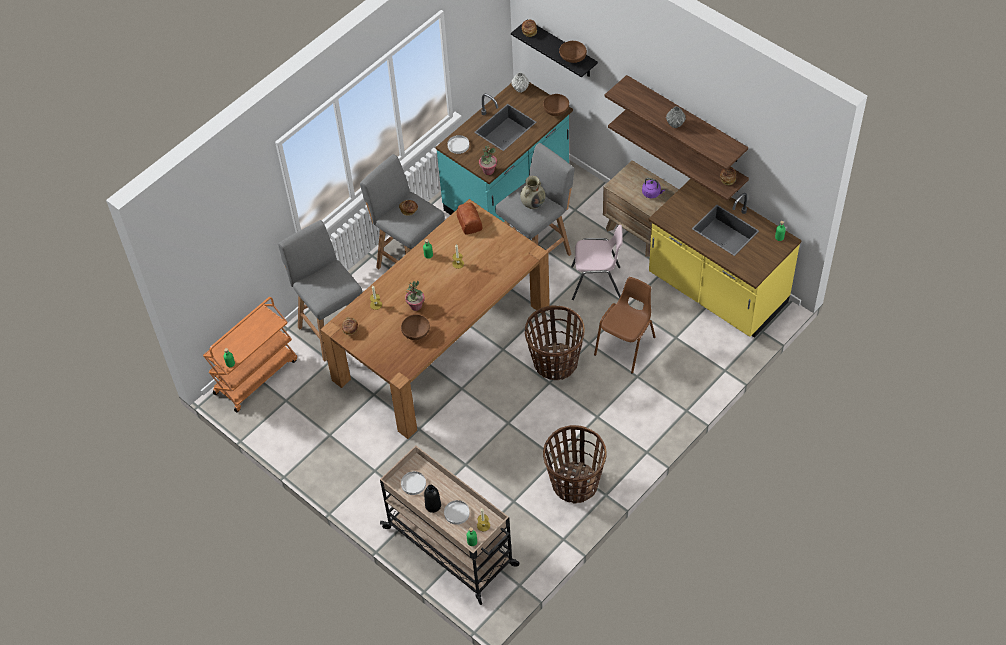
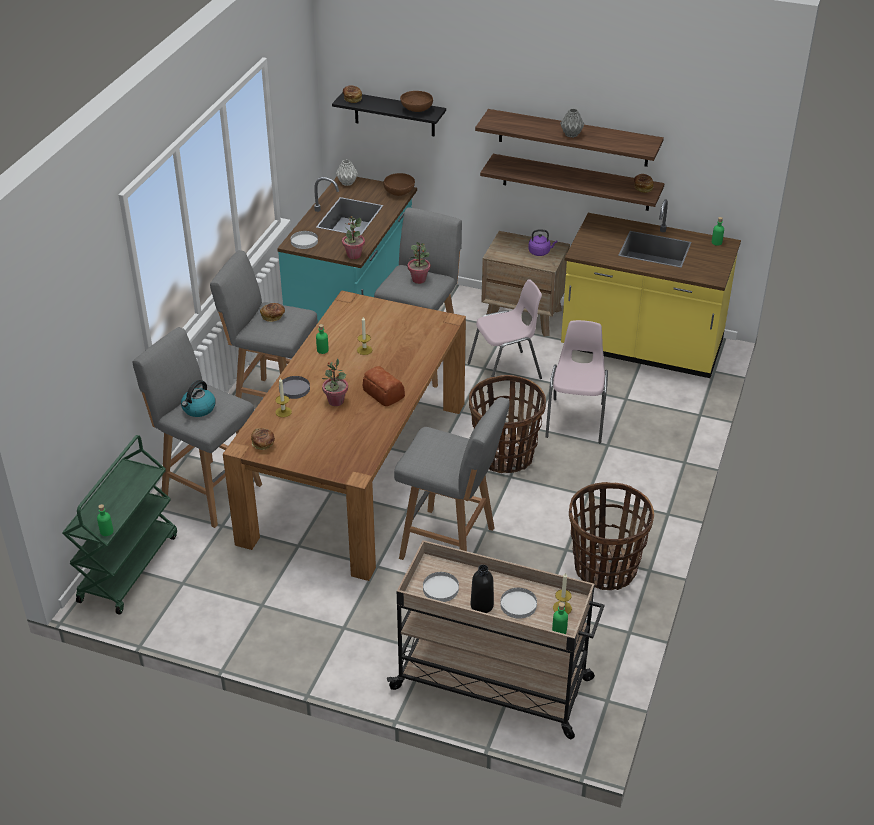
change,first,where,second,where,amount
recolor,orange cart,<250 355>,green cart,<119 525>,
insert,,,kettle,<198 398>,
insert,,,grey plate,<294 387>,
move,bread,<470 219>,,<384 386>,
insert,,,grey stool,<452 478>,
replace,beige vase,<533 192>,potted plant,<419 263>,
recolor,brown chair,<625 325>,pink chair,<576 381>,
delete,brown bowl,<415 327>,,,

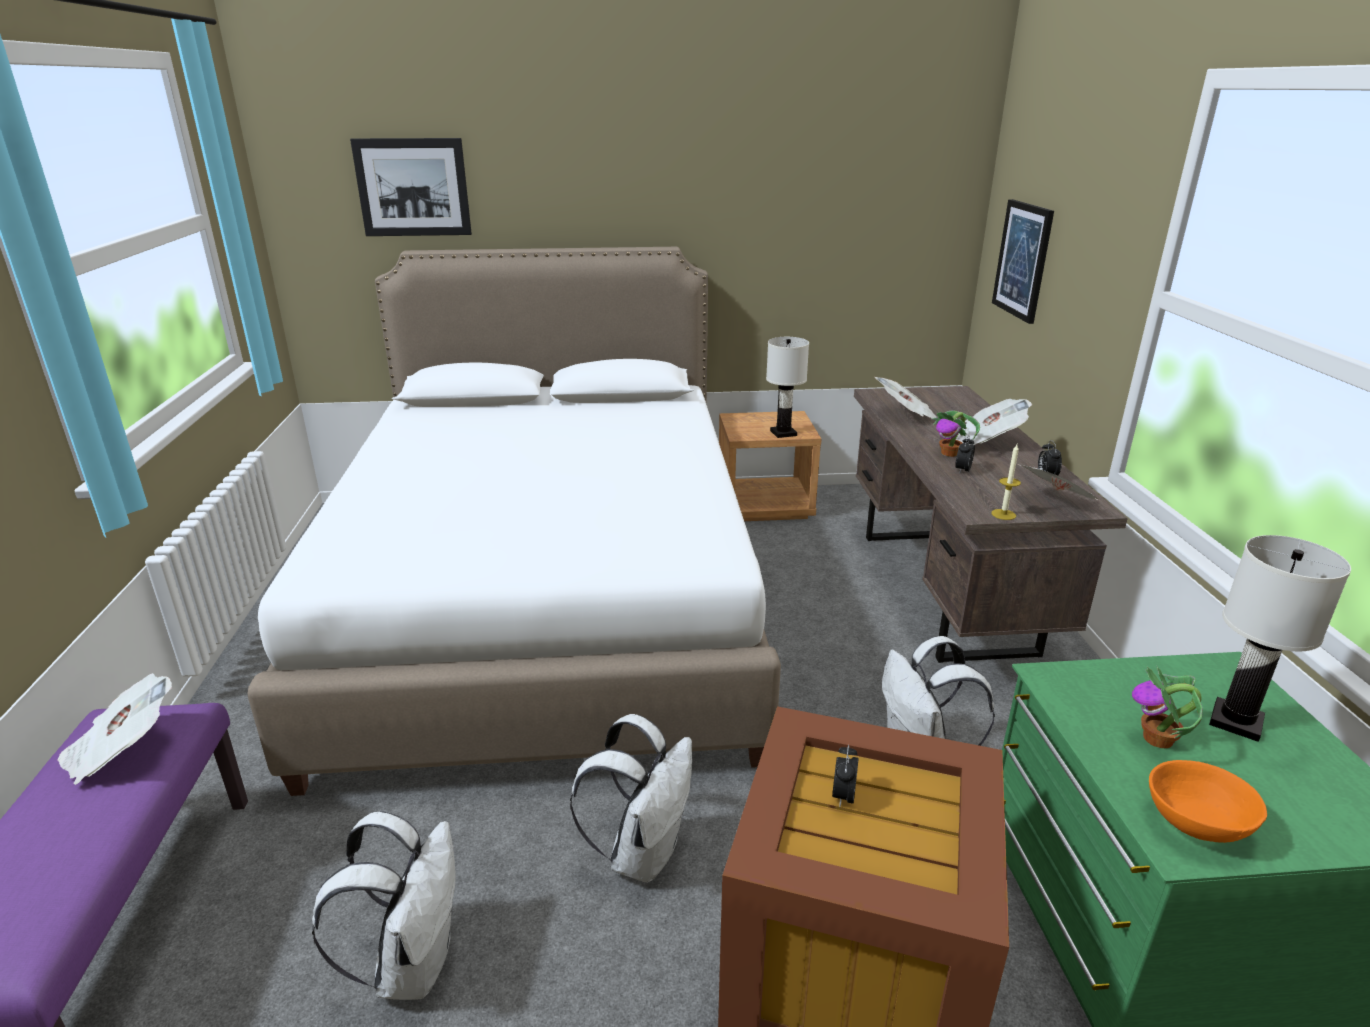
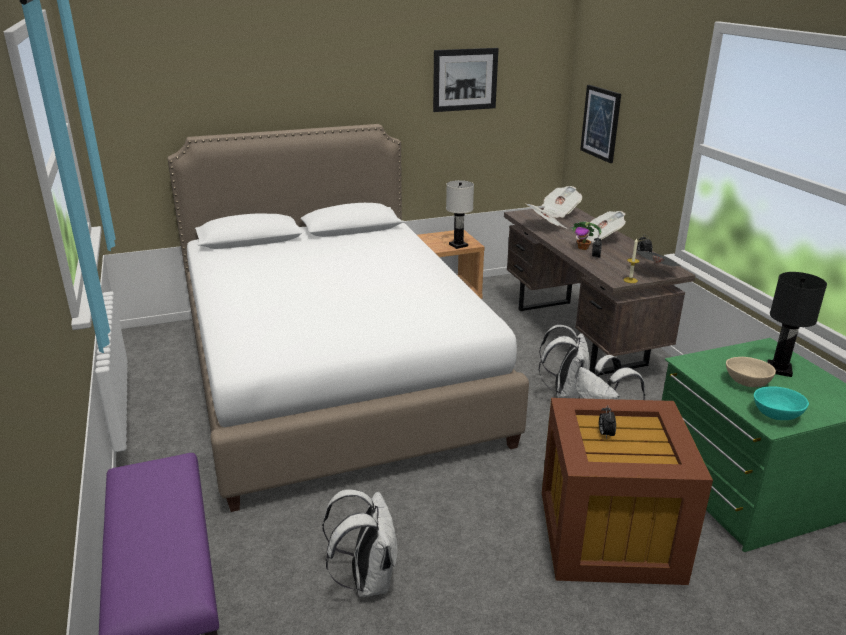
change,first,where,second,where,amount
move,picture,<411 187>,,<466 80>,
move,white backpack,<631 798>,,<564 361>,
move,newspaper,<114 729>,,<561 202>,
replace,potted plant,<1167 707>,beige bowl,<751 372>,
recolor,orange bowl,<1208 801>,turquoise bowl,<781 403>,
recolor,white table lamp,<1280 638>,black table lamp,<797 324>,

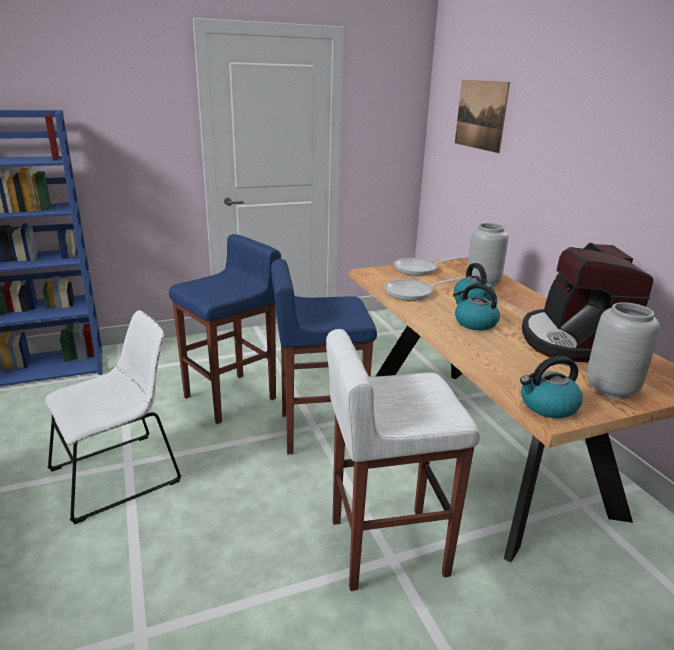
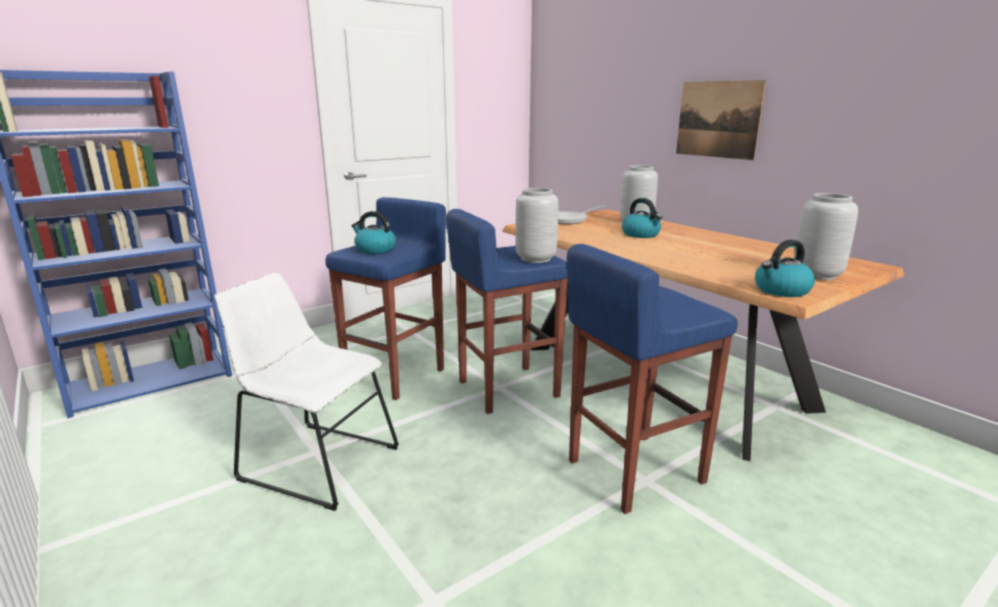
change,first,where,second,where,amount
rotate,white chair,<113 417>,,<307 391>,105 degrees counterclockwise
move,kettle,<476 306>,,<373 232>,
insert,,,grey vase,<536 225>,
recolor,white stool,<403 460>,blue stool,<652 379>,
move,picture,<482 116>,,<721 120>,
delete,frying pan,<422 289>,,,
delete,coffee machine,<587 302>,,,

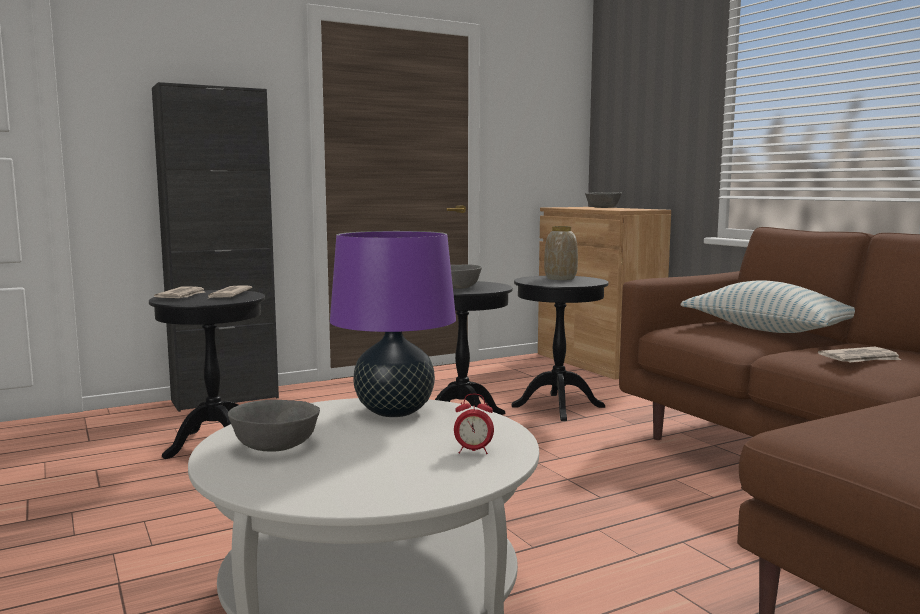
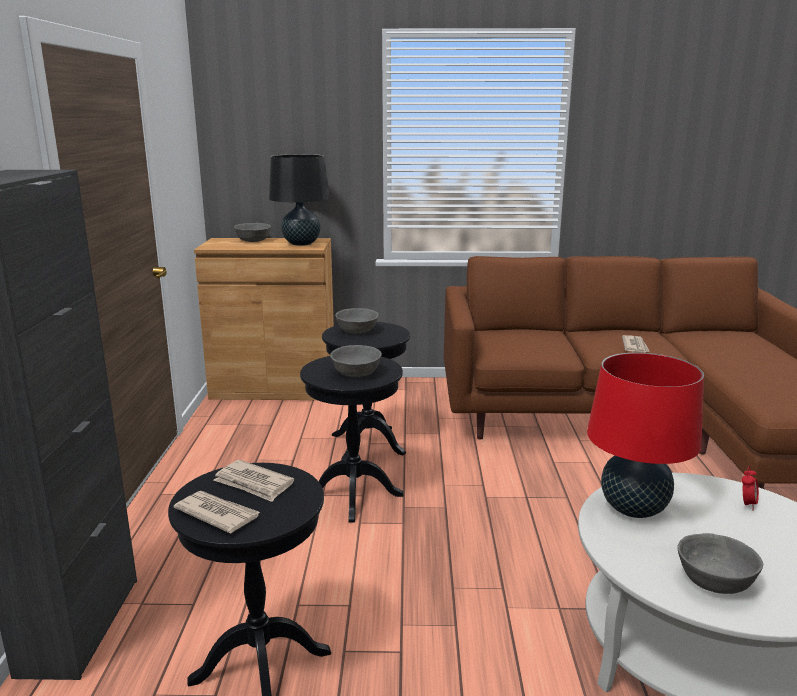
change,first,where,second,where,amount
insert,,,black table lamp,<299 200>,
replace,vase,<561 253>,grey bowl,<356 321>,
recolor,purple table lamp,<393 324>,red table lamp,<645 435>,
delete,pillow,<767 306>,,,

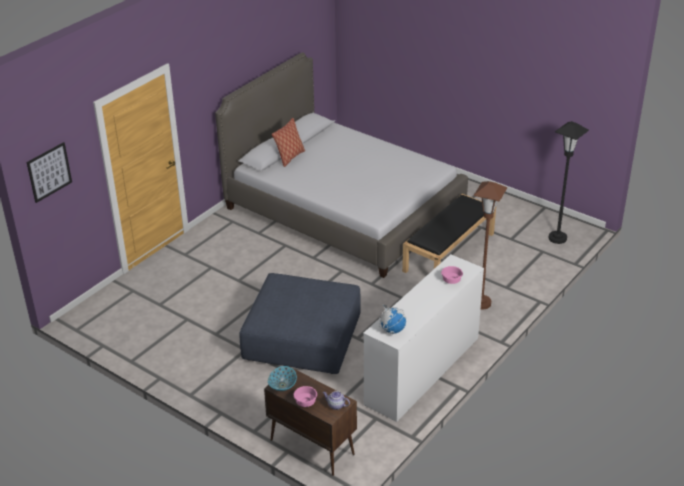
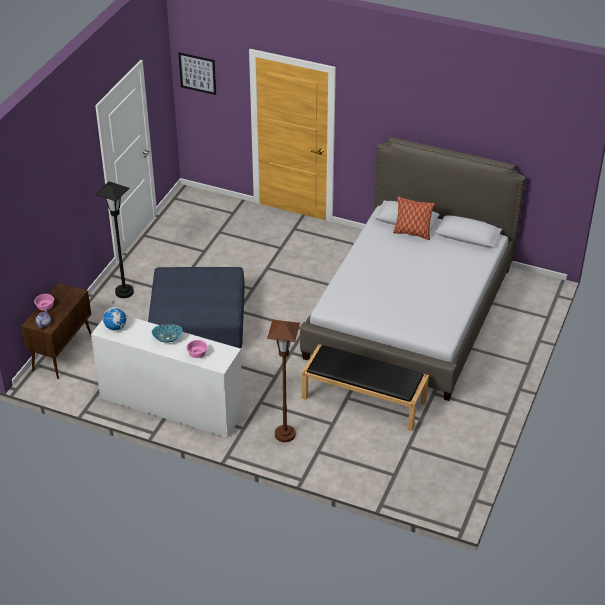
change,first,where,second,where,amount
move,black floor lamp,<569 182>,,<114 240>,
move,bowl,<282 378>,,<167 333>,

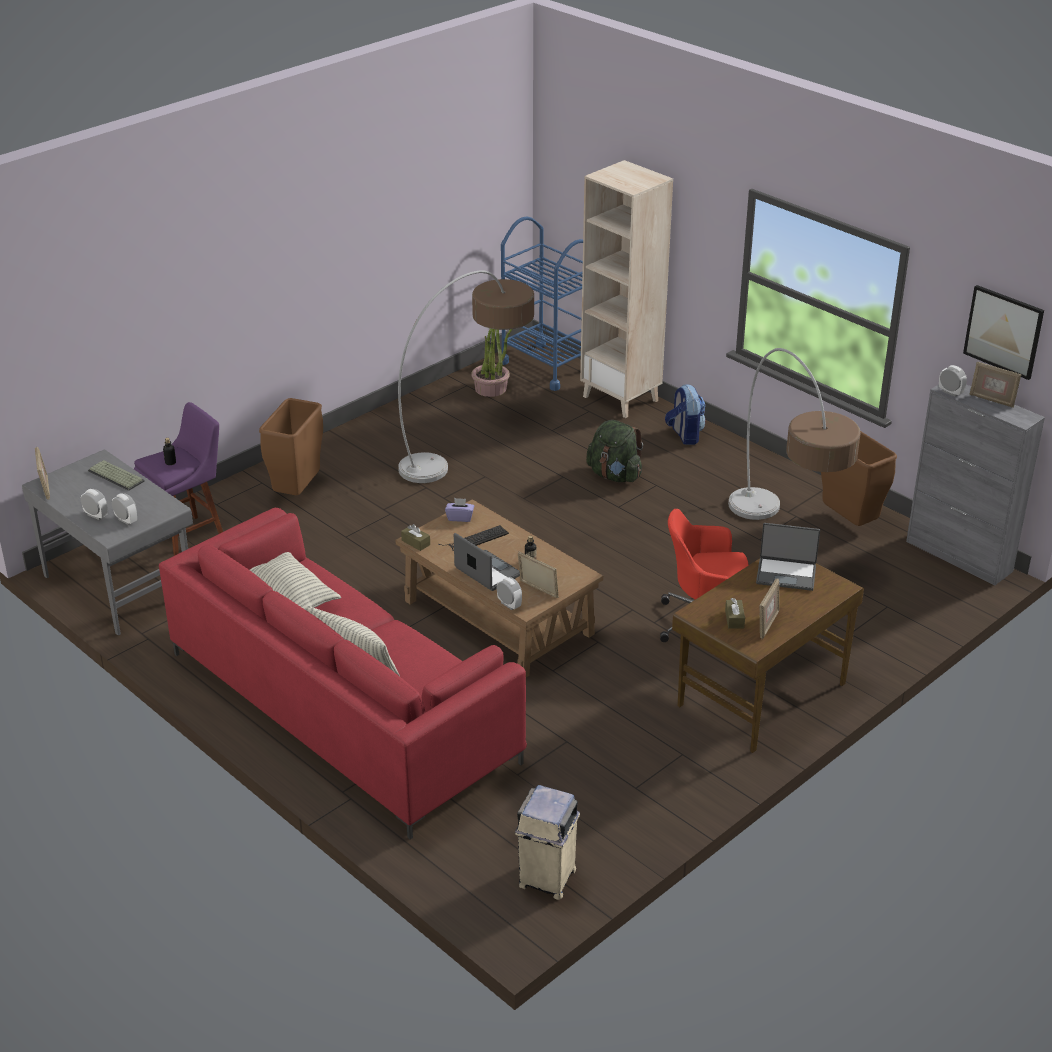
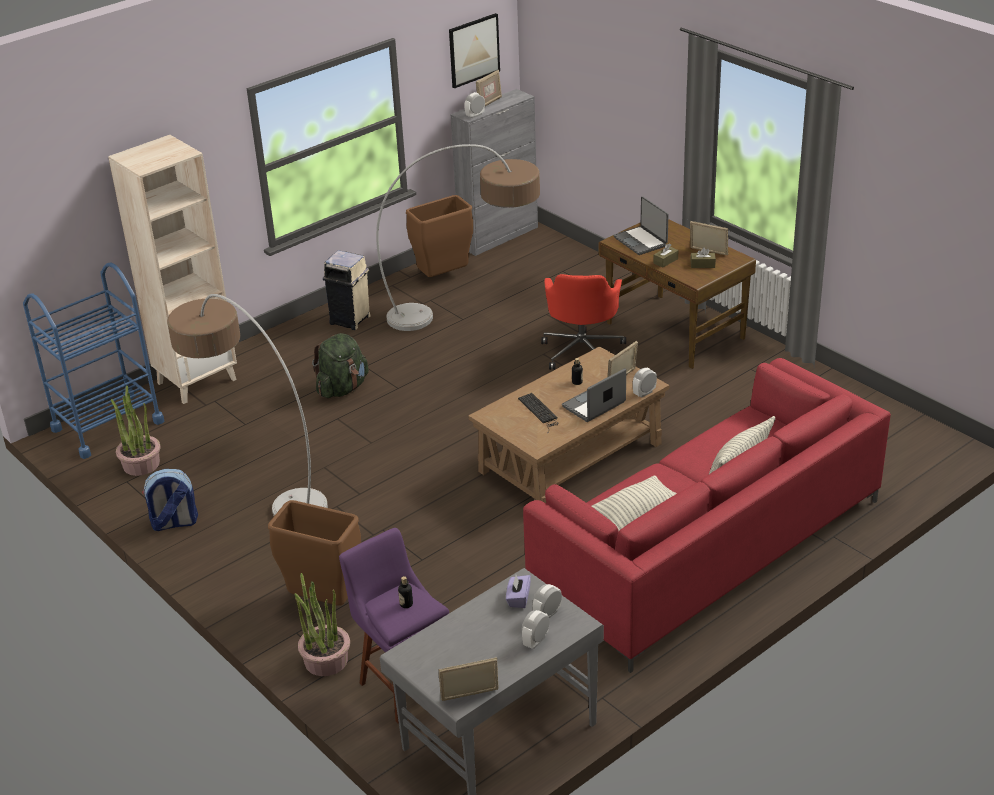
change,first,where,second,where,amount
move,backpack,<685 414>,,<170 500>,
insert,,,potted plant,<322 624>,
move,beige trash can,<547 842>,,<347 290>,
move,purple tissue box,<459 510>,,<518 591>,
rotate,laptop,<788 557>,,<641 225>,135 degrees clockwise
move,brown tissue box,<415 537>,,<665 255>,
delete,keyboard,<116 475>,,,

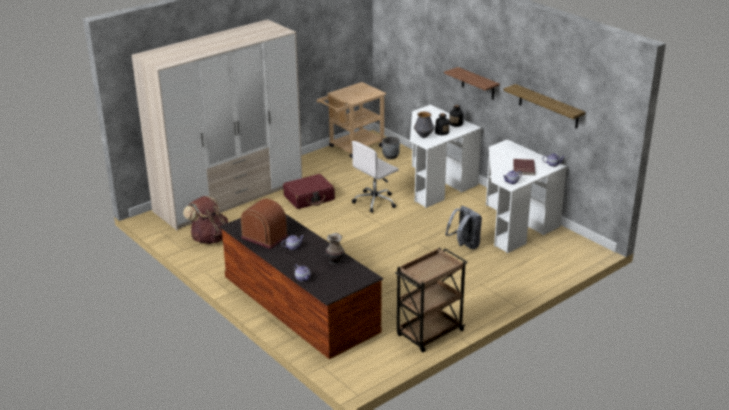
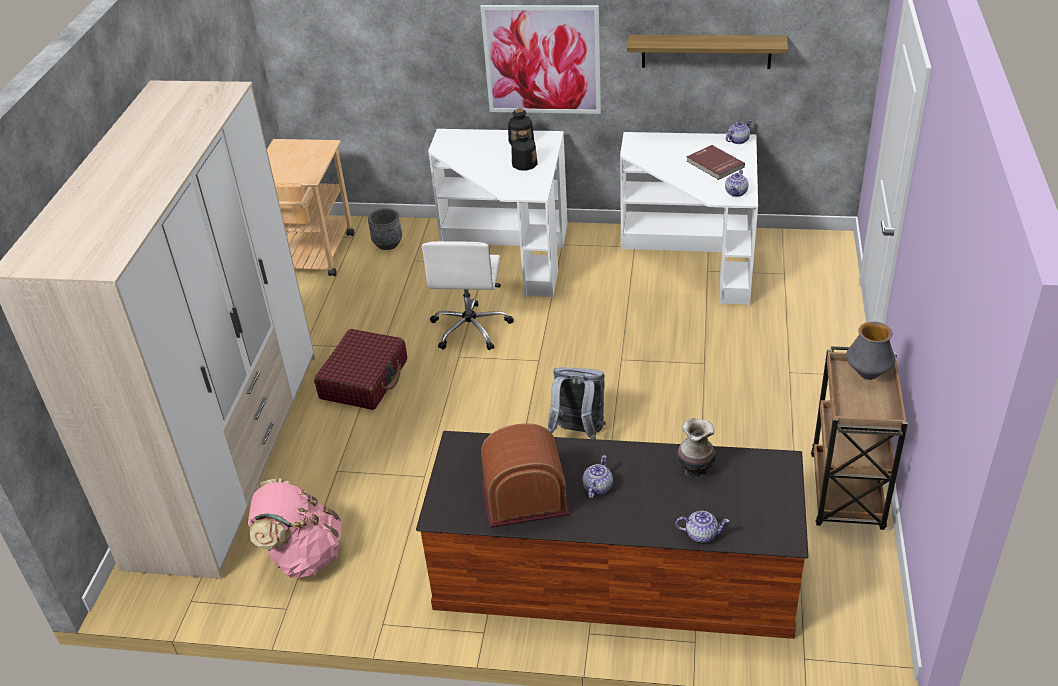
change,first,where,second,where,amount
recolor,brown backpack,<205 220>,pink backpack,<294 528>,
replace,shelf,<472 83>,picture,<540 59>,
move,grey backpack,<463 227>,,<577 403>,
move,vase,<424 125>,,<870 351>,

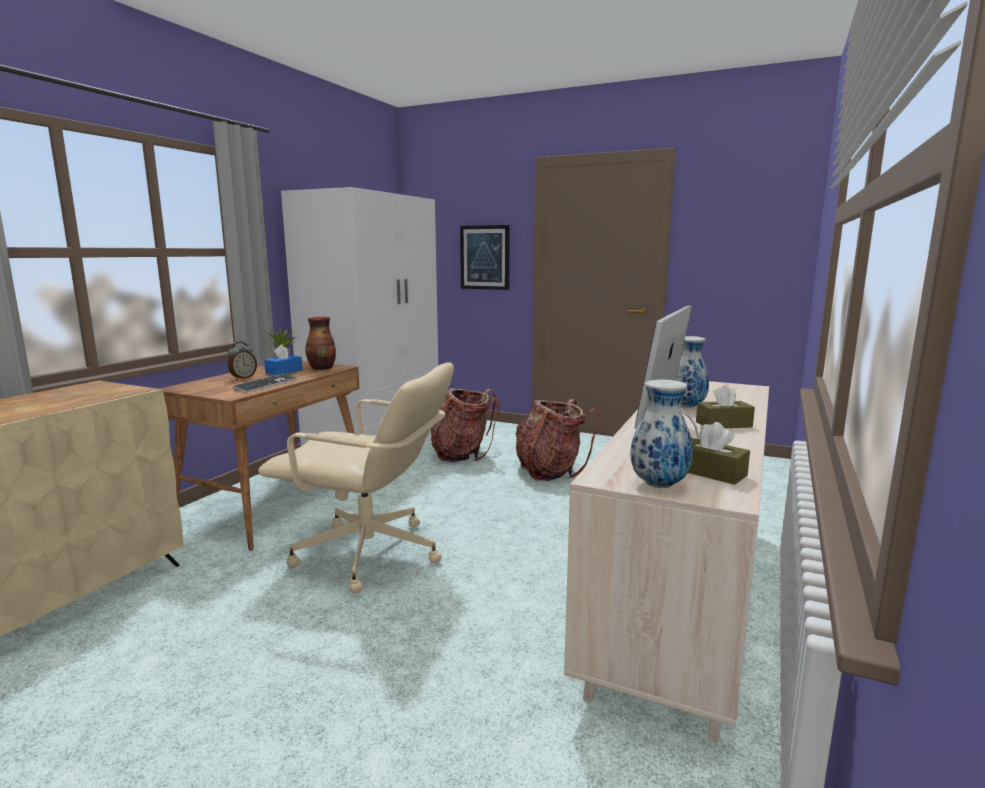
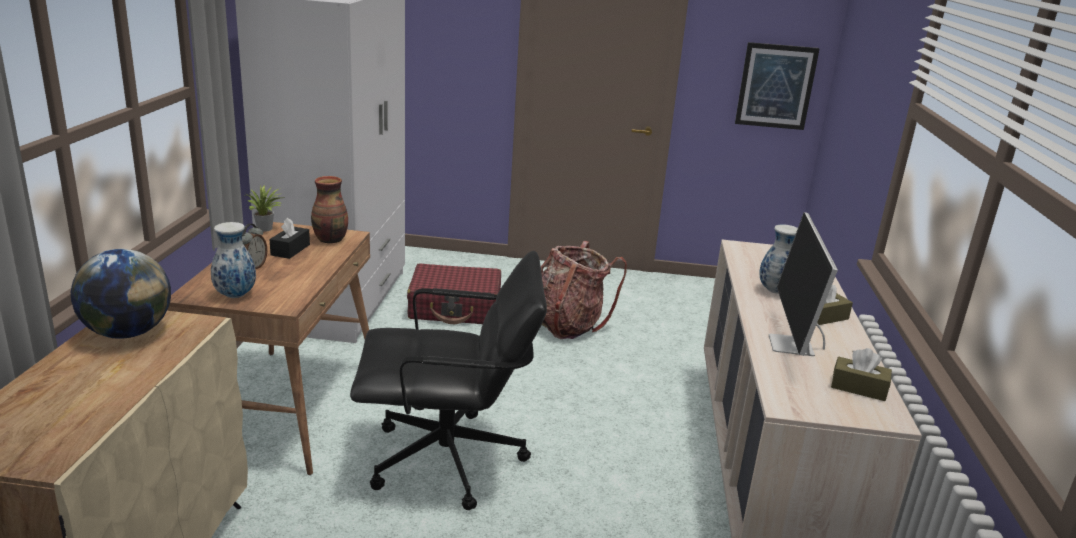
change,first,where,second,where,amount
insert,,,globe,<121 294>,
move,vase,<661 434>,,<233 260>,
recolor,blue tissue box,<283 360>,black tissue box,<289 238>,
recolor,beige office chair,<356 478>,black office chair,<448 380>,
replace,backpack,<465 425>,red suitcase,<454 293>,
move,picture,<485 257>,,<777 86>,
delete,keyboard,<265 383>,,,

